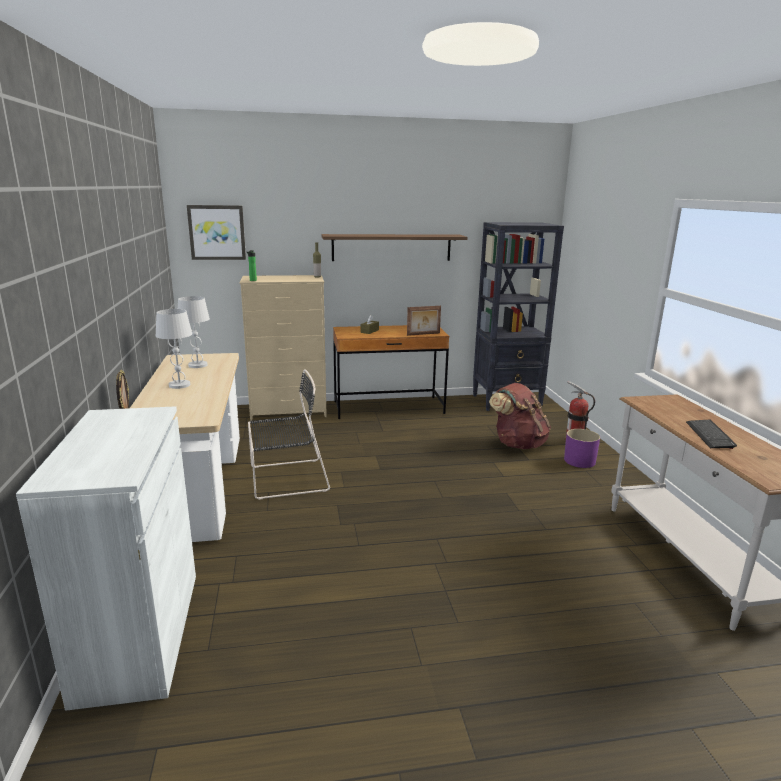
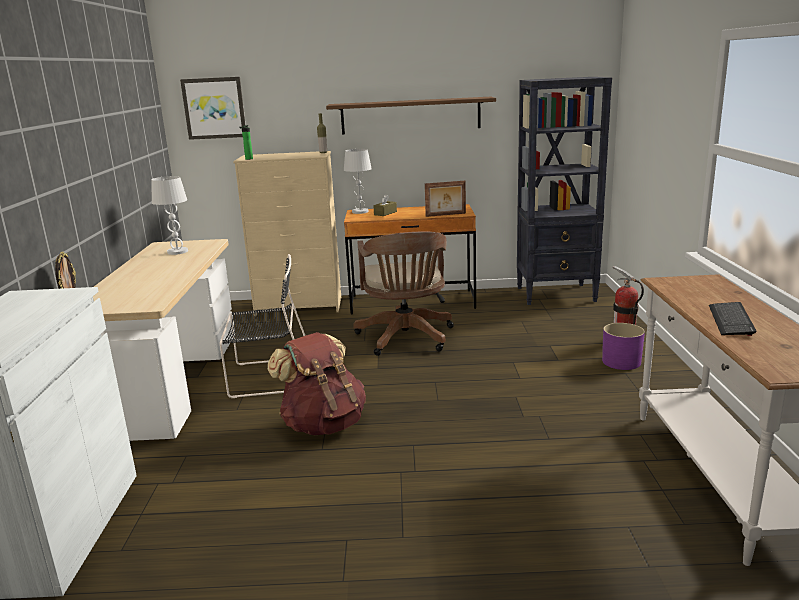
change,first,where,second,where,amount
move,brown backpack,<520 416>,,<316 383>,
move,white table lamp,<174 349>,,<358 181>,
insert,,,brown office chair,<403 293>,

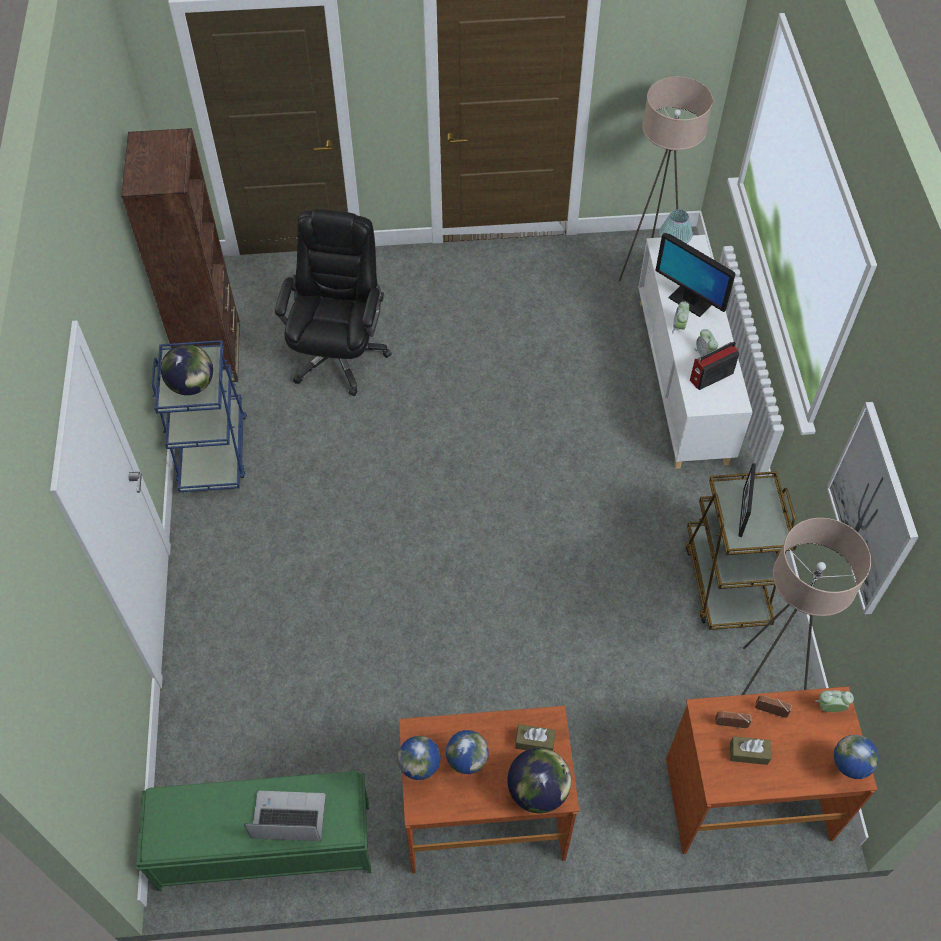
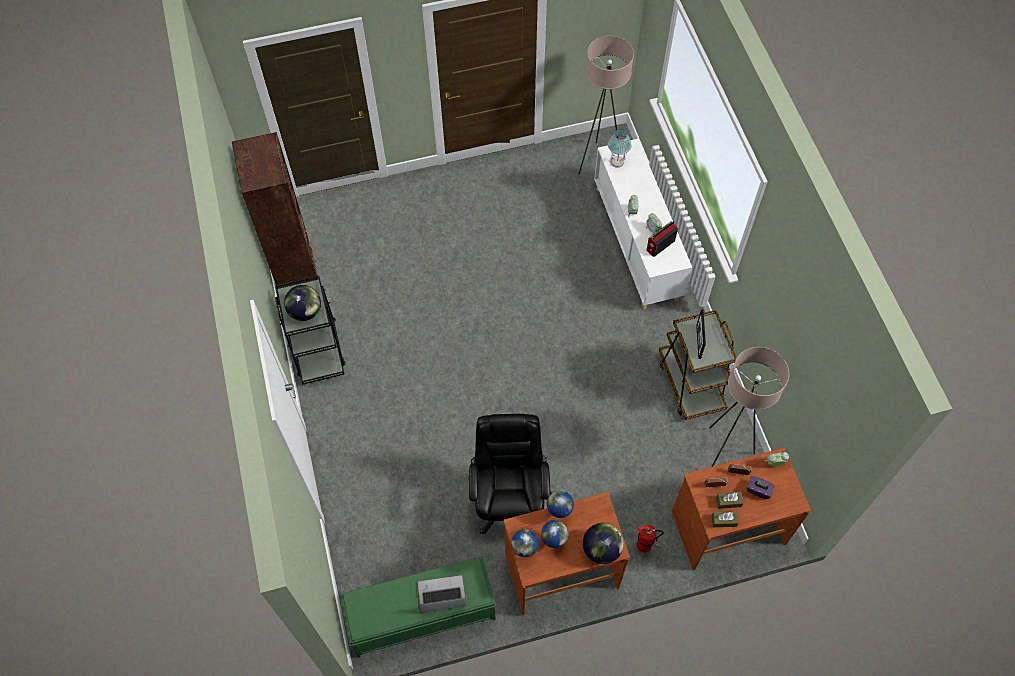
change,first,where,second,where,amount
recolor,blue cart,<199 416>,black cart,<310 330>,
move,black office chair,<333 302>,,<510 474>,
move,globe,<856 757>,,<560 504>,
insert,,,fire extinguisher,<650 539>,
move,brown tissue box,<535 737>,,<725 519>,
insert,,,purple tissue box,<761 487>,
delete,monitor,<695 275>,,,
delete,picture,<872 508>,,,

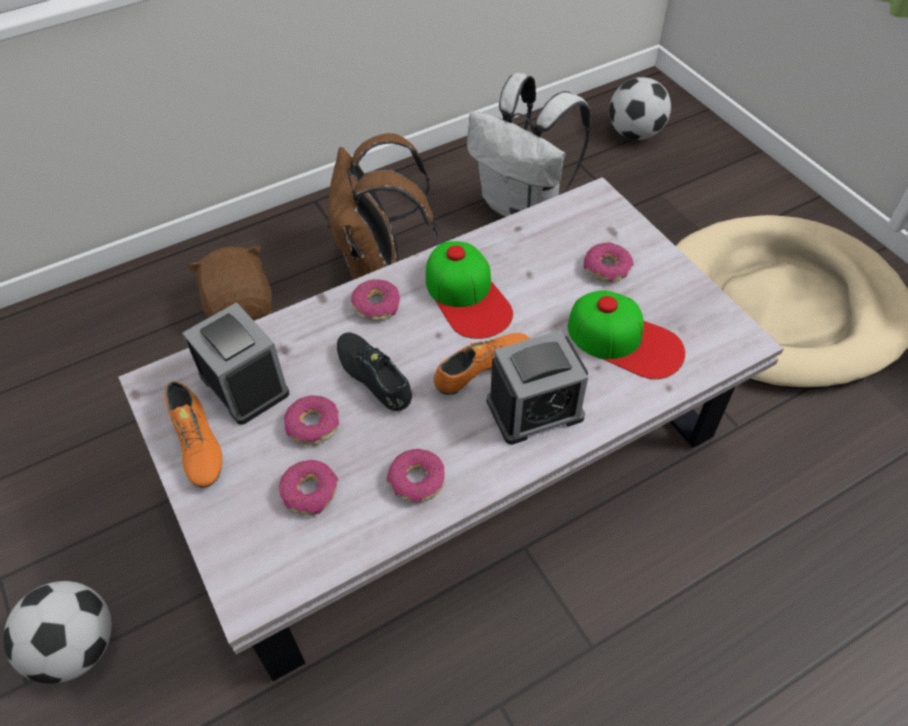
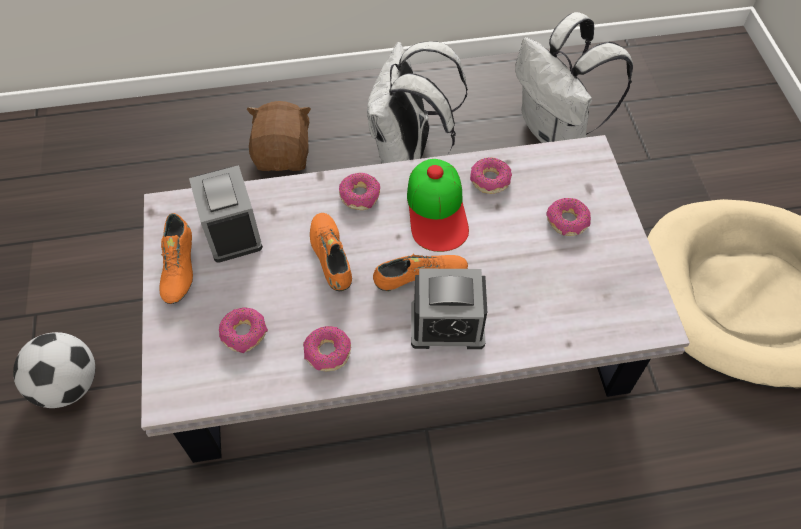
change,first,where,second,where,amount
recolor,black shoe,<374 372>,orange shoe,<331 252>,
recolor,brown backpack,<382 206>,white backpack,<417 102>,
move,donut,<311 420>,,<491 176>,
delete,cap,<626 334>,,,
delete,football,<640 108>,,,

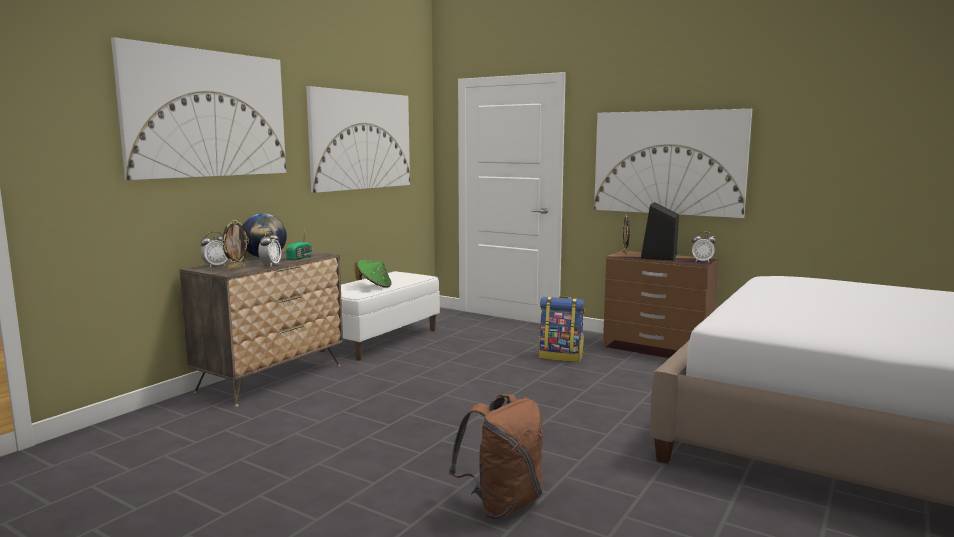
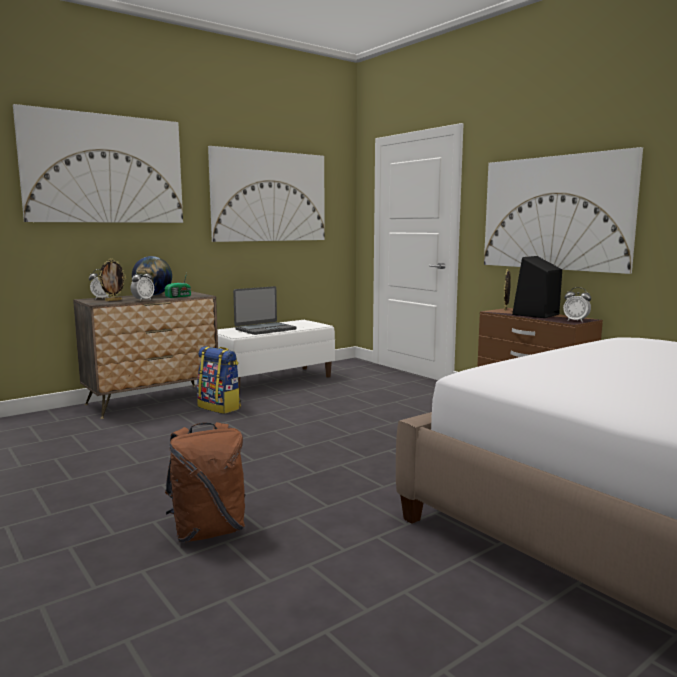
change,first,where,second,where,amount
move,backpack,<562 329>,,<219 380>,
replace,green hat,<373 274>,laptop,<264 310>,

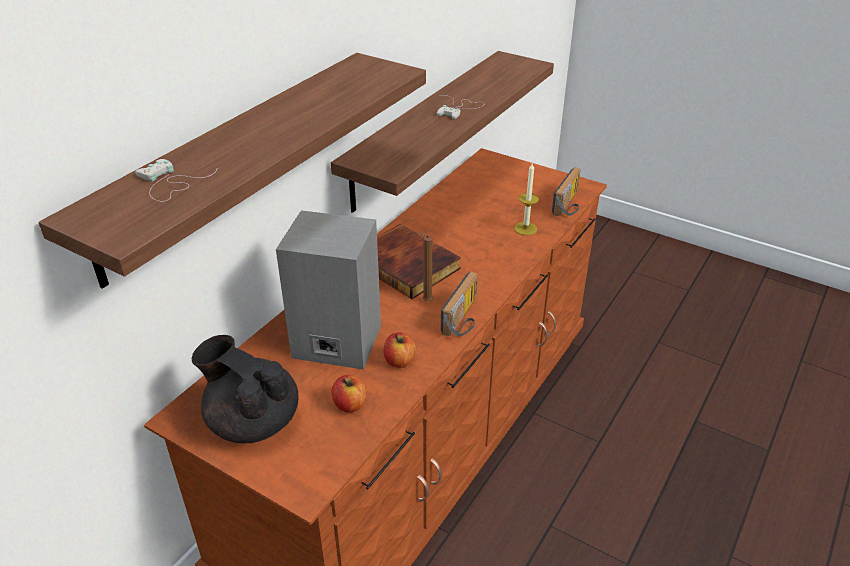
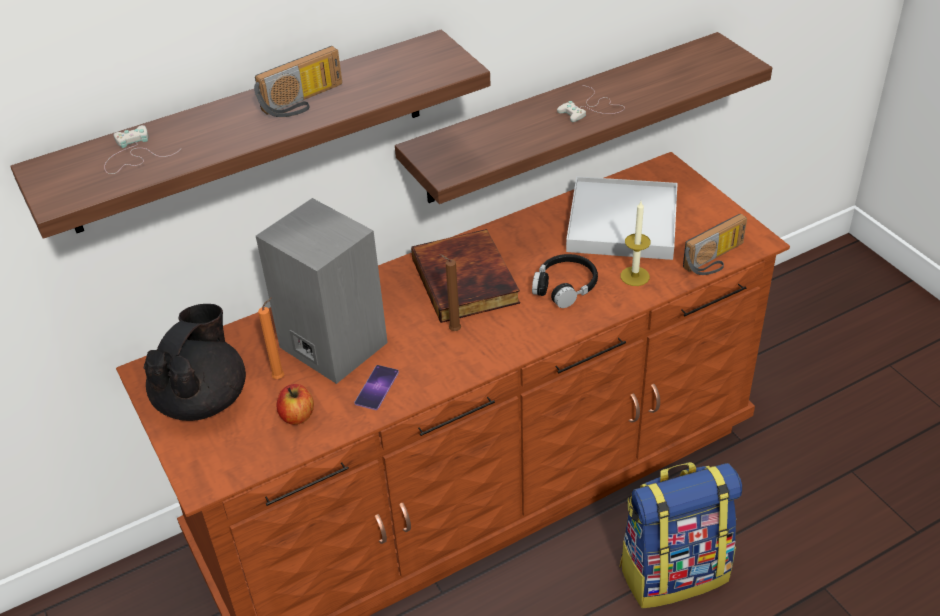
change,first,where,second,where,amount
rotate,black teapot,<245 389>,,<195 362>,45 degrees clockwise
move,radio,<459 304>,,<298 81>,
insert,,,orange candle,<271 338>,
replace,apple,<399 350>,phone,<376 387>,
insert,,,black headphones,<565 281>,
insert,,,white tray,<622 218>,
insert,,,backpack,<680 535>,

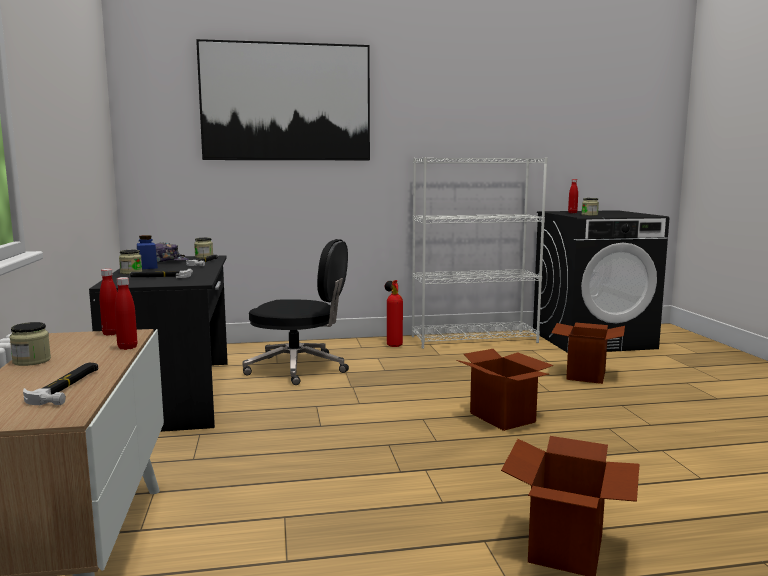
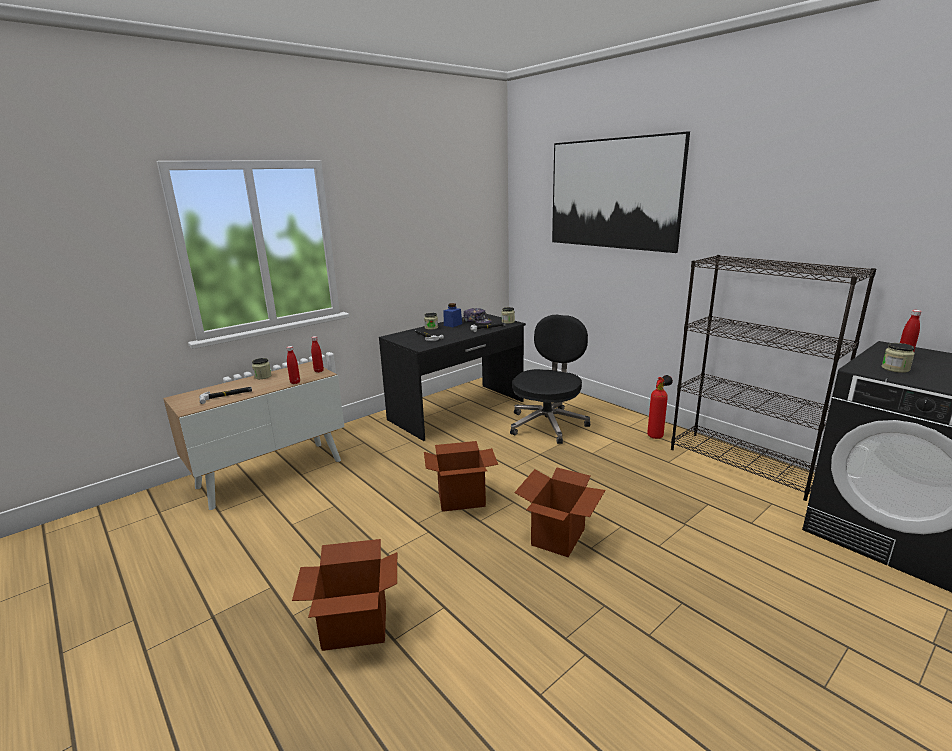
change,first,where,second,where,amount
move,cardboard box,<588 353>,,<461 476>,
rotate,black office chair,<295 312>,,<550 379>,135 degrees counterclockwise
recolor,white bookcase,<480 253>,black bookcase,<773 378>,

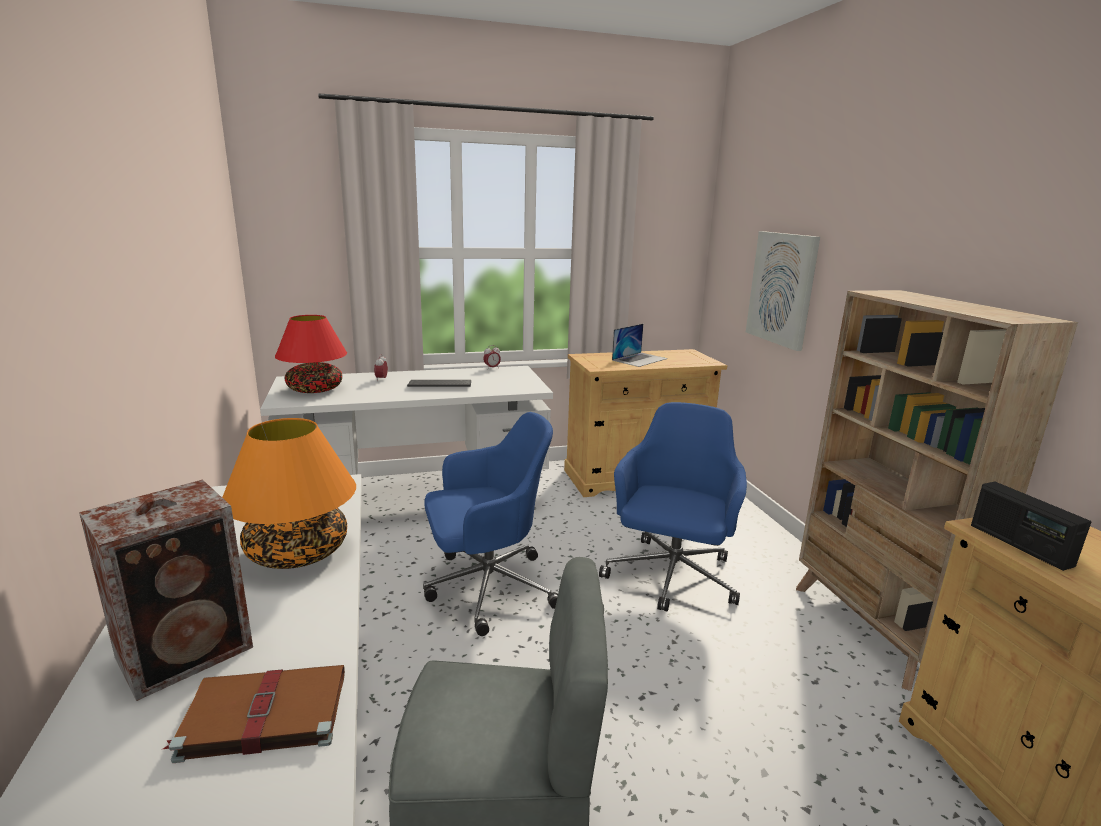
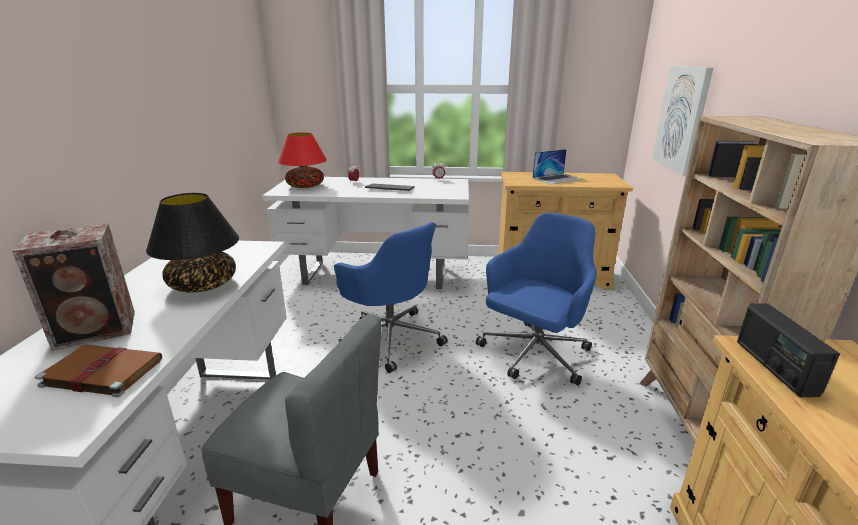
change,first,where,second,where,amount
recolor,orange table lamp,<289 493>,black table lamp,<192 243>,
rotate,blue office chair,<490 524>,,<391 297>,45 degrees clockwise

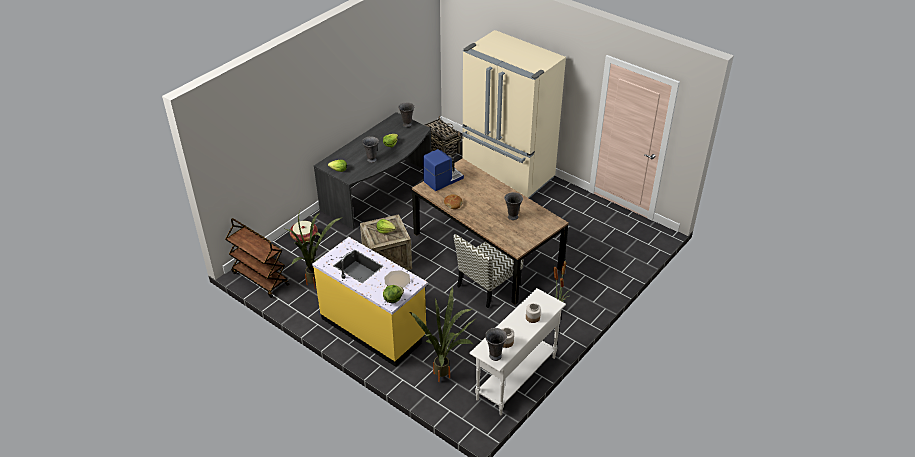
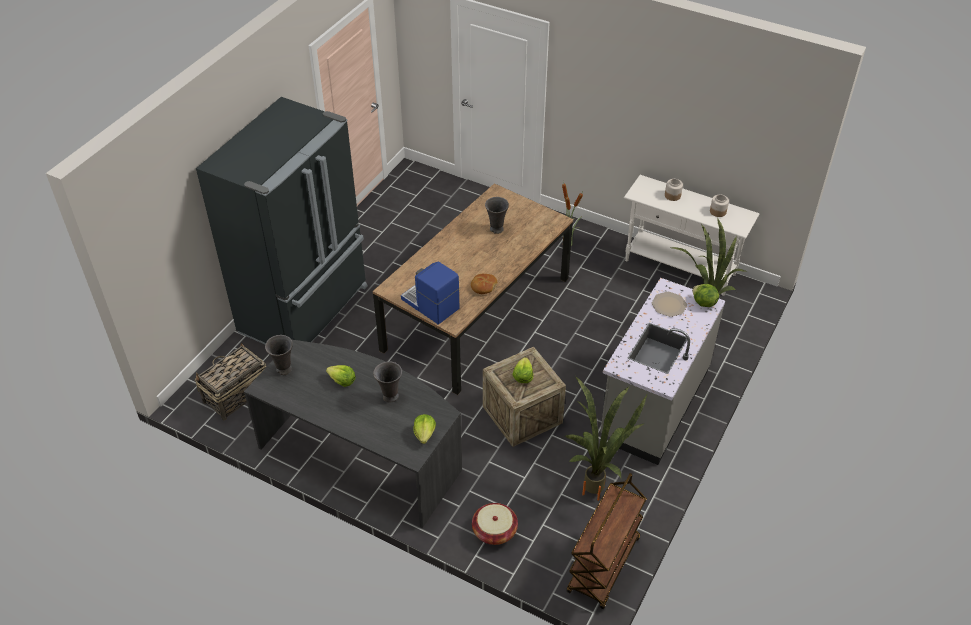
change,first,where,second,where,amount
recolor,beige fridge,<514 114>,black fridge,<282 220>,
recolor,yellow counter,<370 302>,grey counter,<662 371>,
delete,chair,<488 271>,,,
delete,grey vase,<496 344>,,,

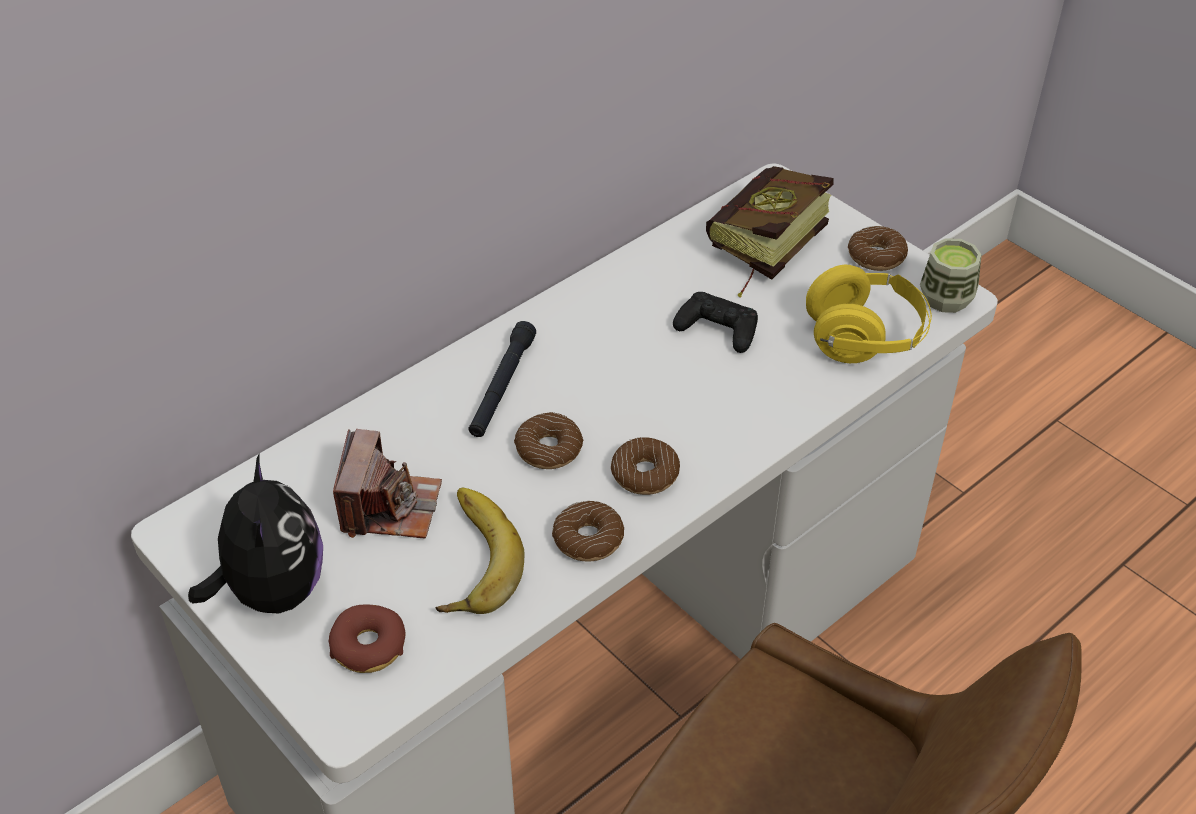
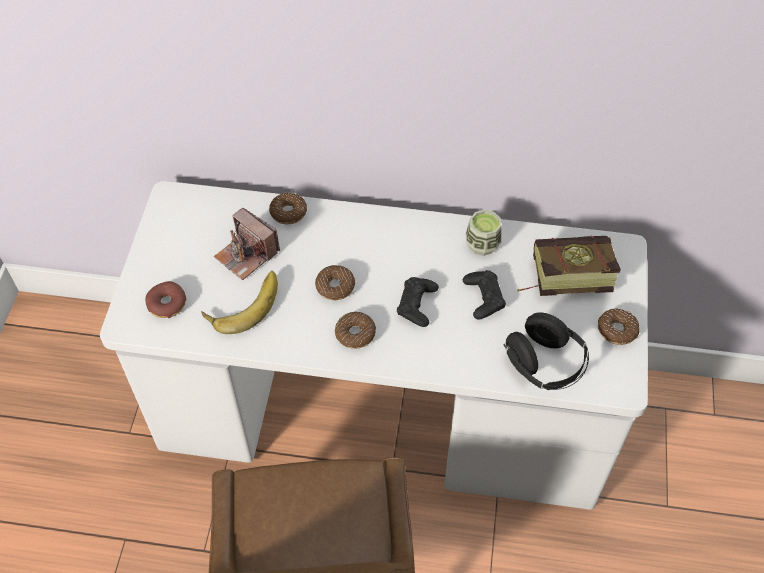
change,first,where,second,where,amount
rotate,photo camera,<387 483>,,<247 244>,75 degrees clockwise
move,donut,<588 531>,,<288 208>,
insert,,,black game controller,<418 302>,
move,cup,<951 275>,,<483 233>,
recolor,yellow headphones,<869 314>,black headphones,<546 351>,
delete,plush toy,<255 534>,,,
delete,black flashlight,<502 379>,,,

